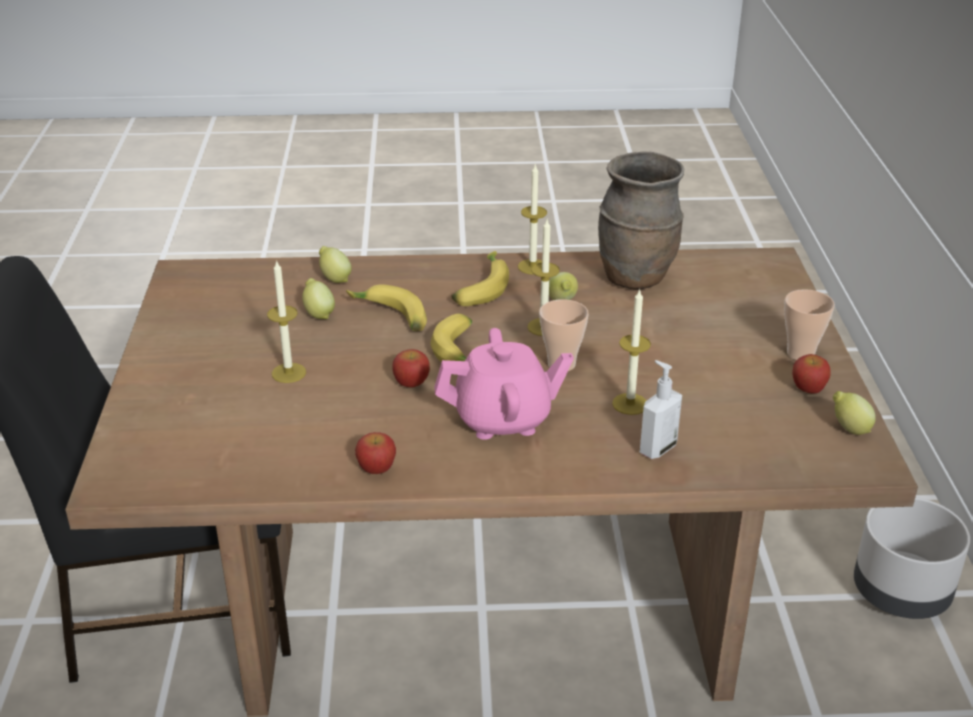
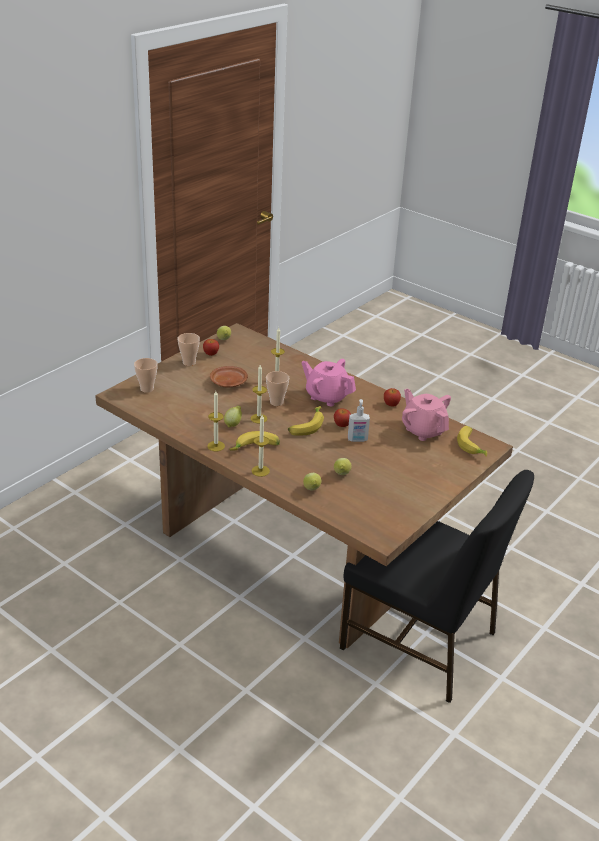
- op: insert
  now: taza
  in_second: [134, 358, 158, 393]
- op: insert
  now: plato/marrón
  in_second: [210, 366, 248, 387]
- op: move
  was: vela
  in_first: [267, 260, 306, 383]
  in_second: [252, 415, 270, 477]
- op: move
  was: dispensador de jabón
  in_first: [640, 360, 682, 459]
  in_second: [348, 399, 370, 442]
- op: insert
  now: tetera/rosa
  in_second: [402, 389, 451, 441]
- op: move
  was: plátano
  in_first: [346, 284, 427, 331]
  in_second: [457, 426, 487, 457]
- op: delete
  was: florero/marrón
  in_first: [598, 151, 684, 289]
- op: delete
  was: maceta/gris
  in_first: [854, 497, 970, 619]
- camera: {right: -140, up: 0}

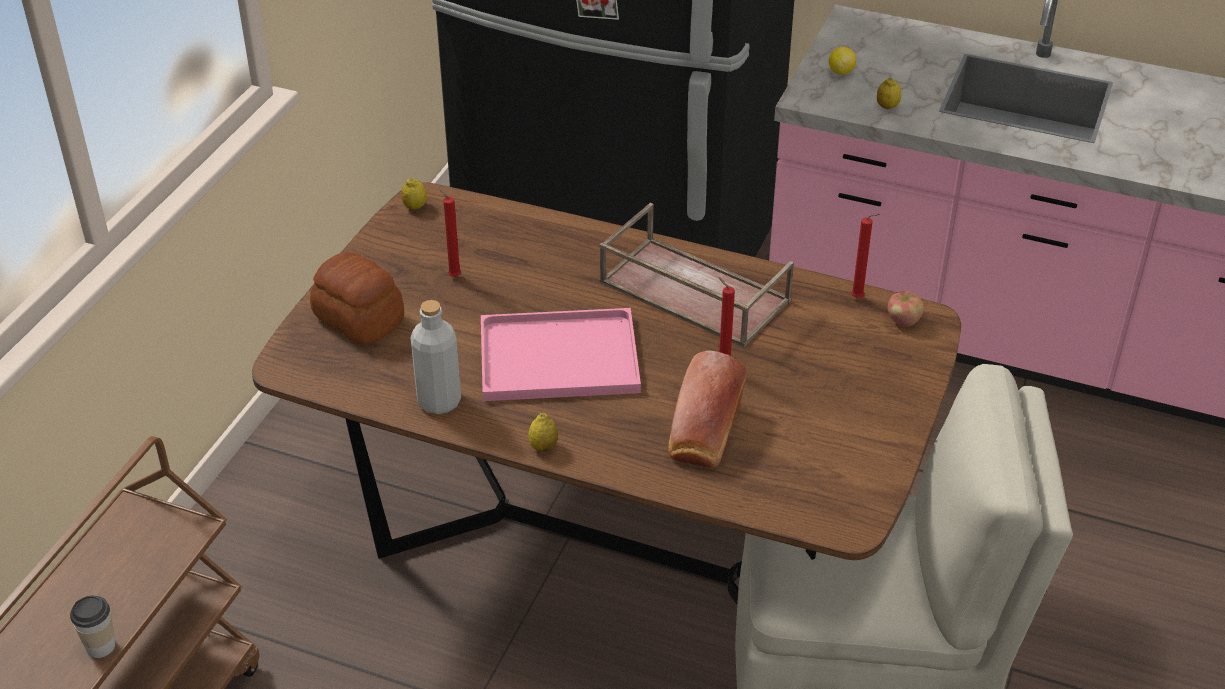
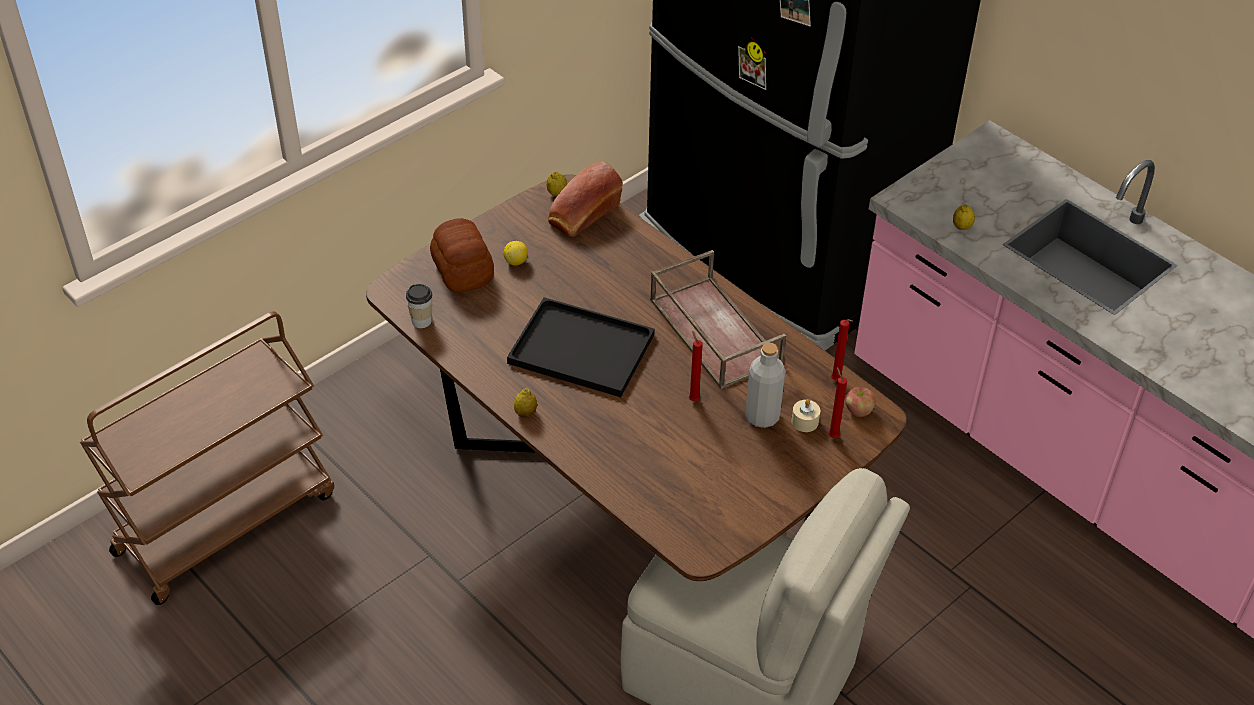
- op: move
  was: taza
  in_first: [70, 595, 116, 658]
  in_second: [406, 284, 432, 328]
- op: move
  was: limón
  in_first: [829, 47, 856, 75]
  in_second: [504, 241, 528, 265]
- op: recolor
  was: bandeja/rosa
  now: bandeja/negro
  in_first: [481, 308, 641, 401]
  in_second: [507, 297, 654, 397]
- op: move
  was: pan
  in_first: [668, 351, 747, 468]
  in_second: [548, 162, 623, 237]
- op: move
  was: botella/gris
  in_first: [410, 300, 461, 414]
  in_second: [745, 343, 786, 428]
- op: insert
  now: vela/beis
  in_second: [791, 399, 820, 432]
- op: move
  was: vela/rojo
  in_first: [439, 188, 461, 277]
  in_second: [828, 368, 847, 438]
- camera: {right: 25, up: 5}

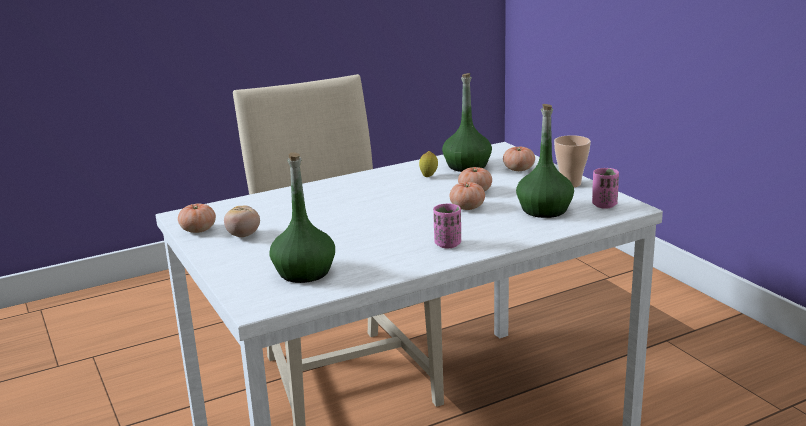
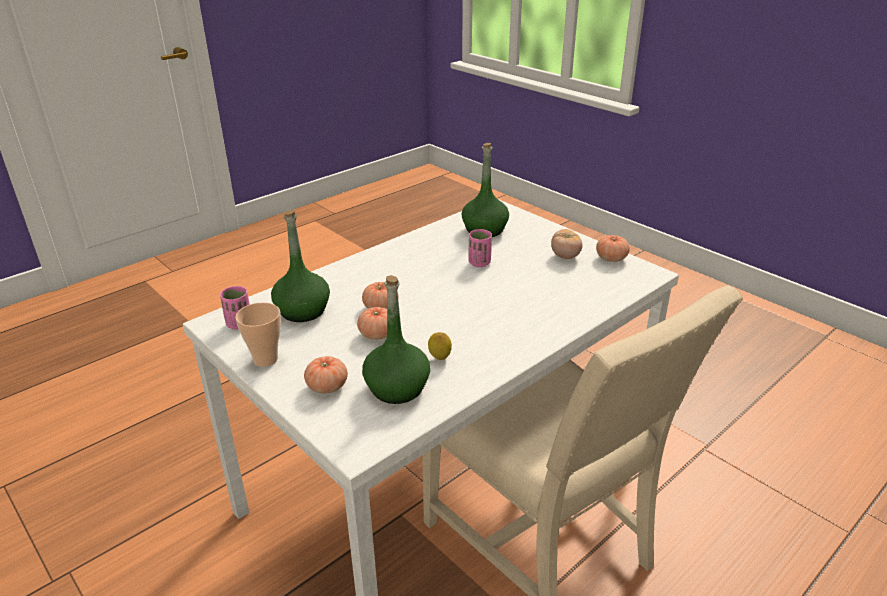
- op: move
  was: taza/rosa
  in_first: [433, 204, 461, 248]
  in_second: [469, 229, 492, 267]
- camera: {right: 165, up: 10}

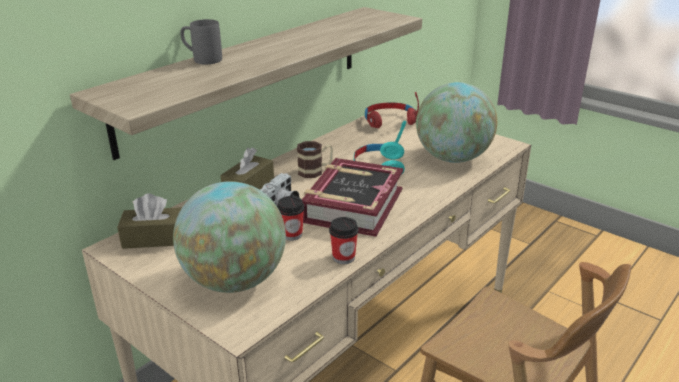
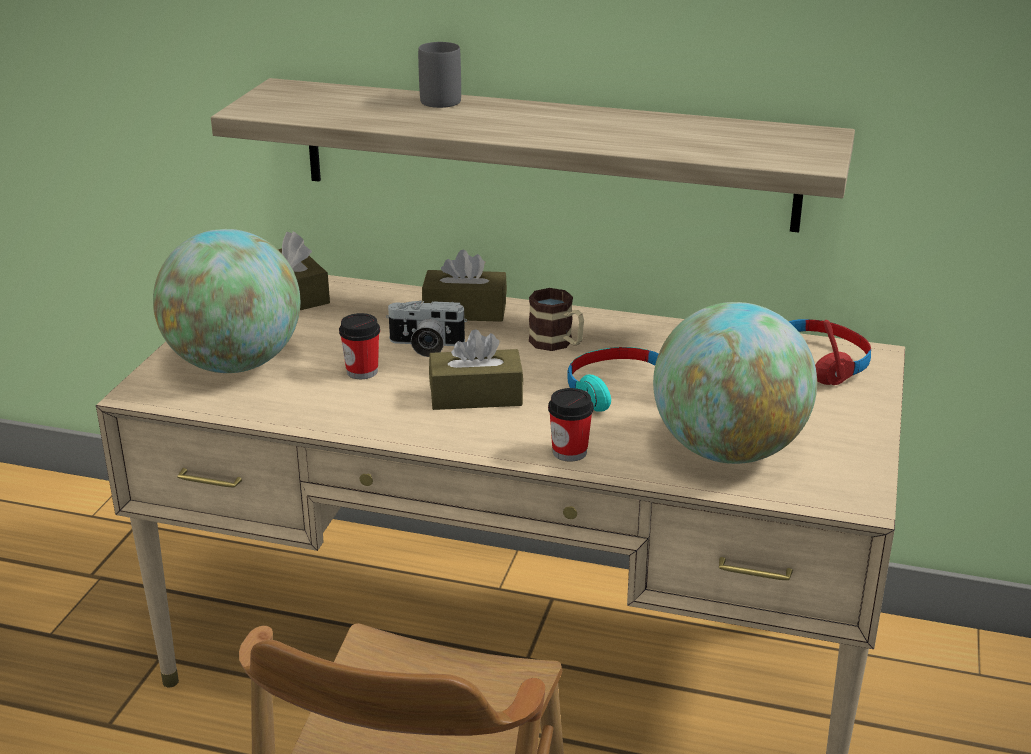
- op: replace
  was: libro
  now: caja de pañuelos/marrón
  in_first: [302, 158, 403, 237]
  in_second: [429, 329, 524, 410]
- op: move
  was: taza
  in_first: [329, 217, 359, 264]
  in_second: [548, 388, 594, 462]
- camera: {right: 65, up: 0}

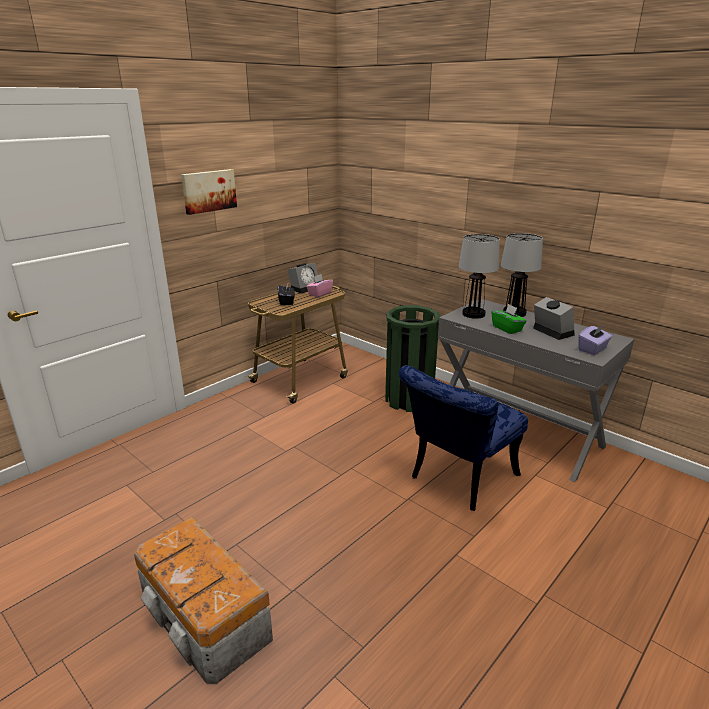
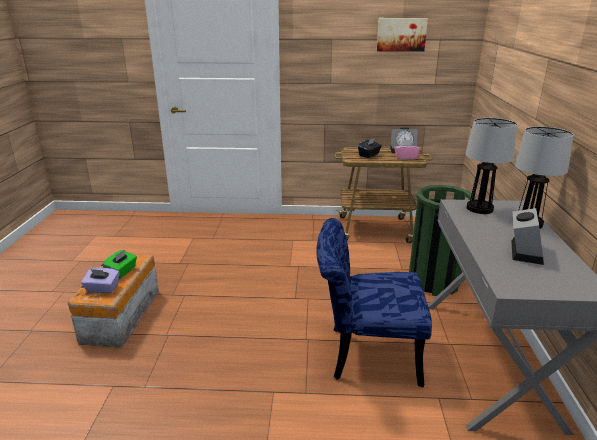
- op: move
  was: caja de pañuelos/morado
  in_first: [578, 325, 612, 355]
  in_second: [81, 268, 119, 293]
- op: move
  was: caja de pañuelos/verde
  in_first: [491, 304, 527, 334]
  in_second: [102, 249, 137, 279]
- op: move
  was: cuadro
  in_first: [181, 169, 237, 215]
  in_second: [377, 18, 428, 52]
- camera: {right: 50, up: 0}

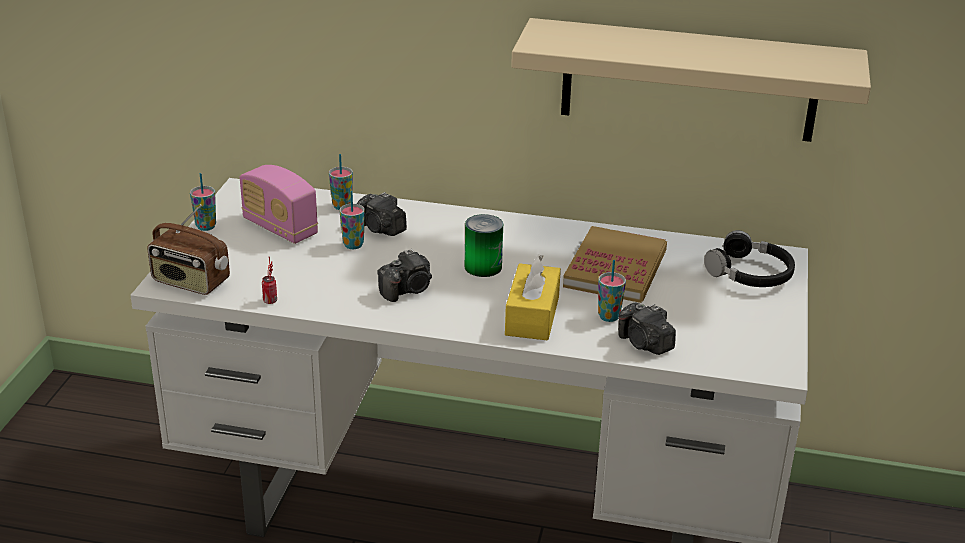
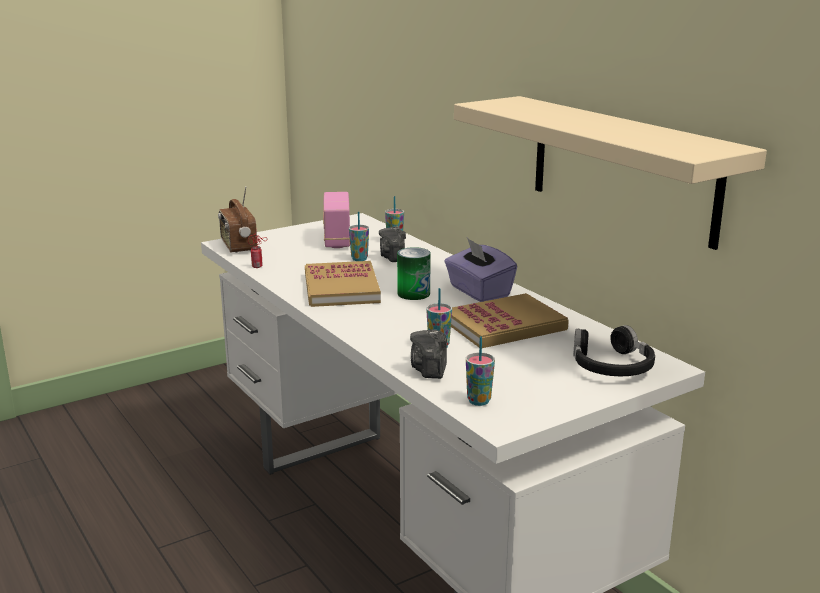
- op: replace
  was: cámara
  now: libro
  in_first: [377, 249, 432, 302]
  in_second: [305, 261, 381, 307]
- op: insert
  now: caja de pañuelos/morado
  in_second: [444, 238, 517, 302]
- op: move
  was: taza
  in_first: [190, 173, 216, 231]
  in_second: [466, 336, 495, 406]
- op: delete
  was: caja de pañuelos/amarillo
  in_first: [505, 254, 561, 341]
- camera: {right: 45, up: -10}

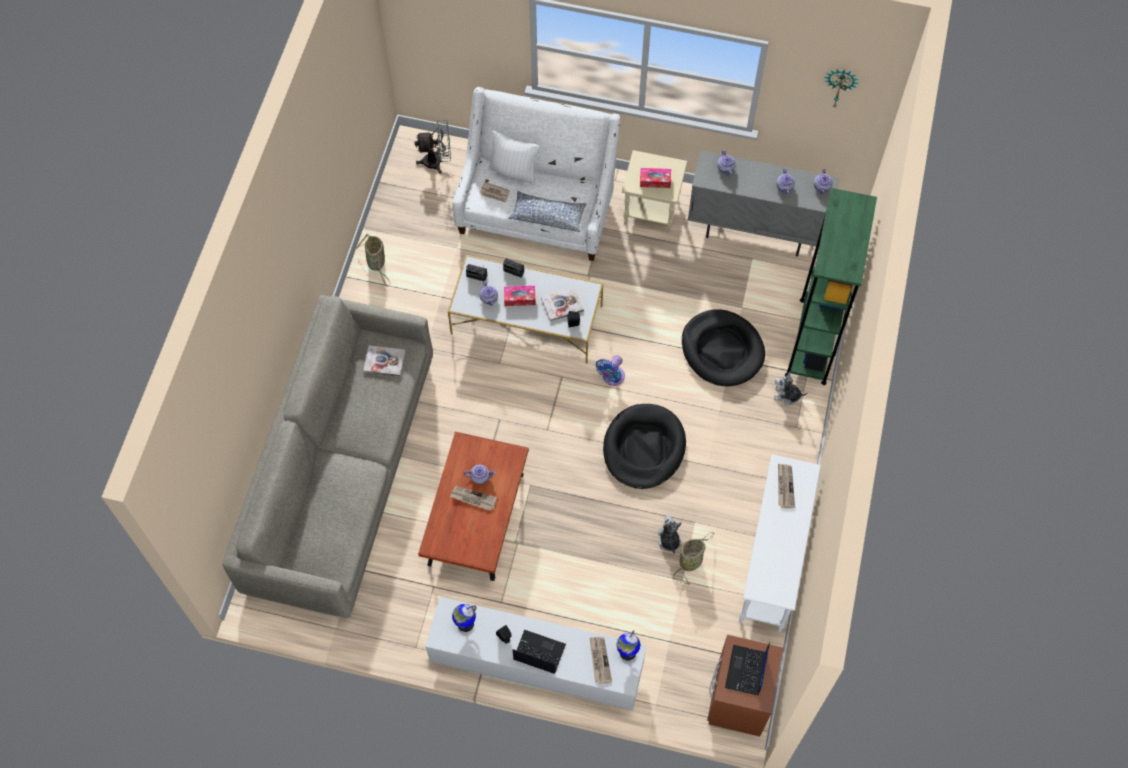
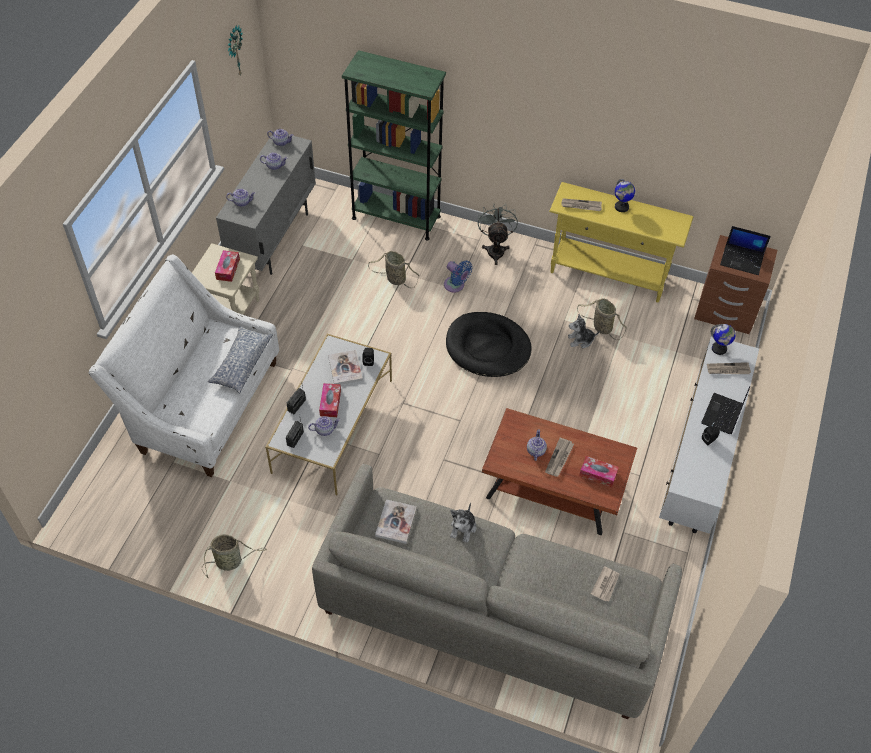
- op: replace
  was: cama para perro/negro
  now: cesta
  in_first: [682, 309, 765, 386]
  in_second: [368, 251, 419, 288]
- op: move
  was: ventilador/azul
  in_first: [596, 355, 625, 386]
  in_second: [444, 261, 472, 293]
- op: move
  was: peluche
  in_first: [774, 371, 807, 405]
  in_second: [450, 503, 476, 542]
- op: move
  was: ventilador/gris
  in_first: [414, 120, 451, 174]
  in_second: [478, 204, 518, 265]
- op: recolor
  was: mesa consola/blanco
  now: mesa consola/amarillo
  in_first: [739, 455, 821, 632]
  in_second: [549, 182, 694, 303]
- op: insert
  now: caja de pañuelos
  in_second: [579, 456, 619, 487]
- op: move
  was: periódico
  in_first: [479, 182, 510, 203]
  in_second: [591, 566, 619, 601]
- op: move
  was: globo terráqueo
  in_first: [452, 604, 477, 632]
  in_second: [615, 179, 635, 212]
- op: delete
  was: cojín/blanco
  in_first: [488, 131, 540, 185]
- camera: {right: -85, up: -10}

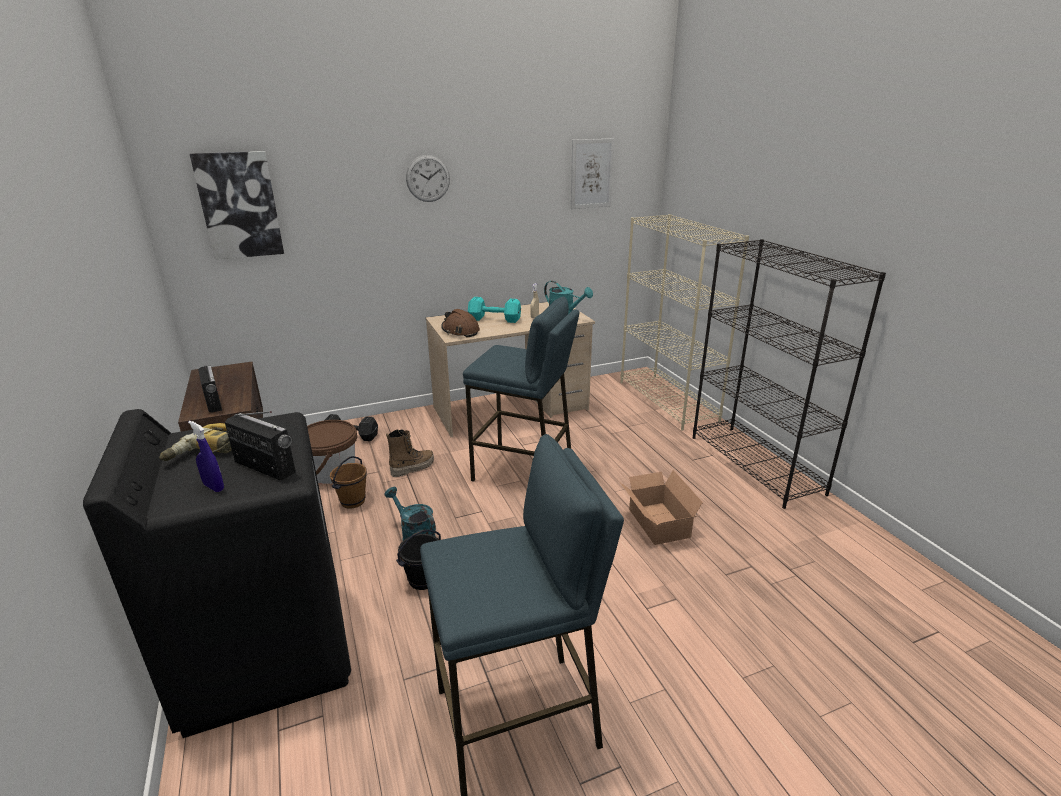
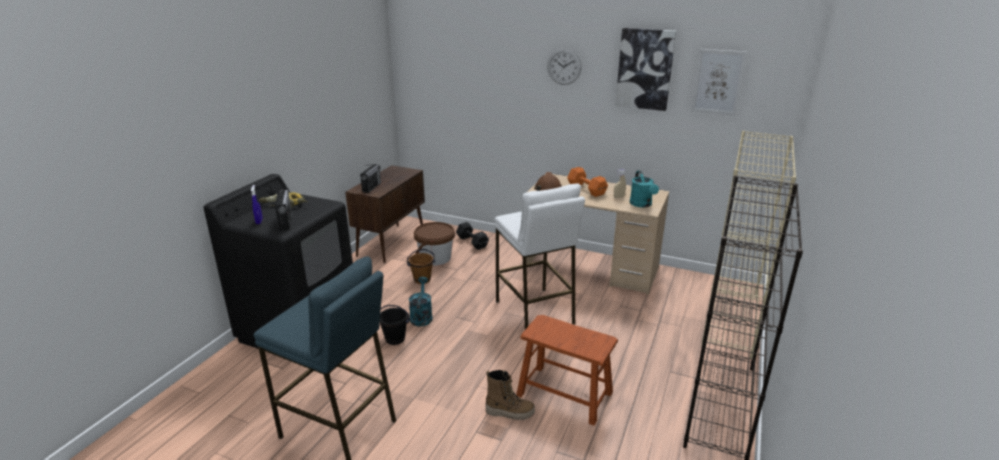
- op: move
  was: bota
  in_first: [386, 429, 434, 477]
  in_second: [485, 370, 535, 420]
- op: recolor
  was: taburete/azul
  now: taburete/blanco
  in_first: [463, 296, 579, 482]
  in_second: [494, 183, 585, 329]
- op: replace
  was: caja de cartón
  now: taburete/marrón
  in_first: [620, 470, 703, 545]
  in_second: [517, 315, 618, 426]
- op: recolor
  was: mancuerna/turquesa
  now: mancuerna/naranja
  in_first: [468, 297, 521, 323]
  in_second: [567, 167, 608, 197]
- op: move
  was: cuadro
  in_first: [190, 151, 284, 260]
  in_second: [615, 28, 676, 111]
- camera: {right: 45, up: 0}

